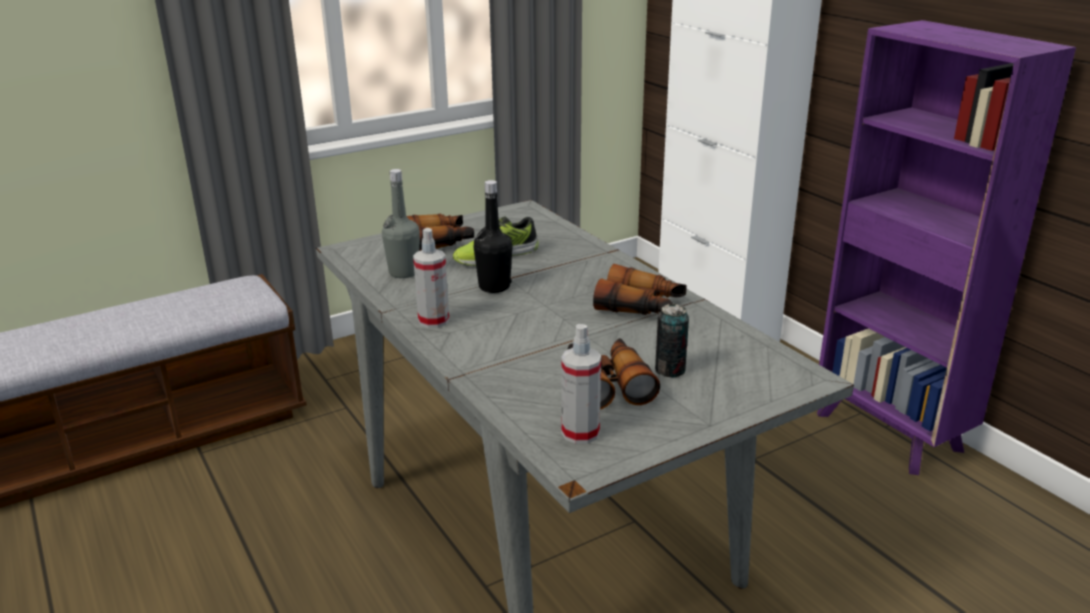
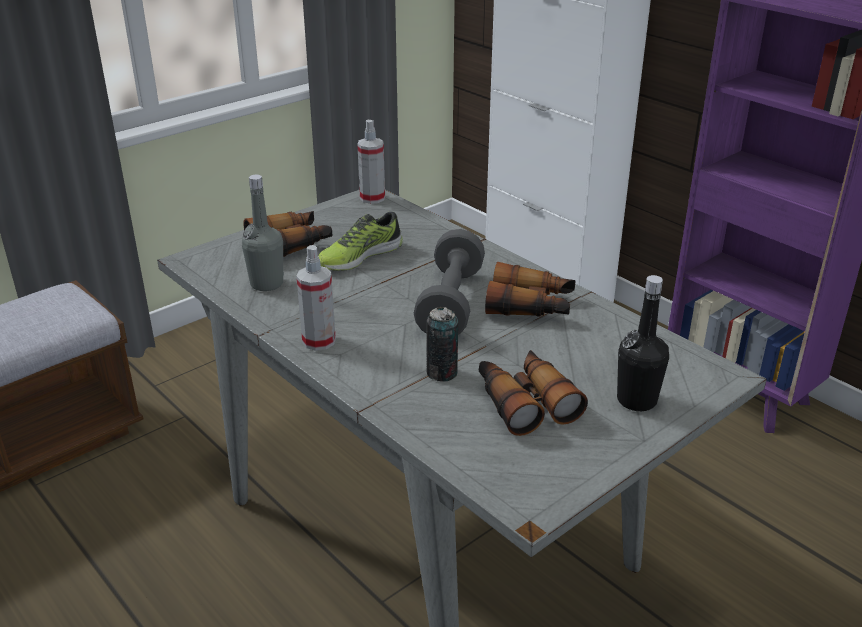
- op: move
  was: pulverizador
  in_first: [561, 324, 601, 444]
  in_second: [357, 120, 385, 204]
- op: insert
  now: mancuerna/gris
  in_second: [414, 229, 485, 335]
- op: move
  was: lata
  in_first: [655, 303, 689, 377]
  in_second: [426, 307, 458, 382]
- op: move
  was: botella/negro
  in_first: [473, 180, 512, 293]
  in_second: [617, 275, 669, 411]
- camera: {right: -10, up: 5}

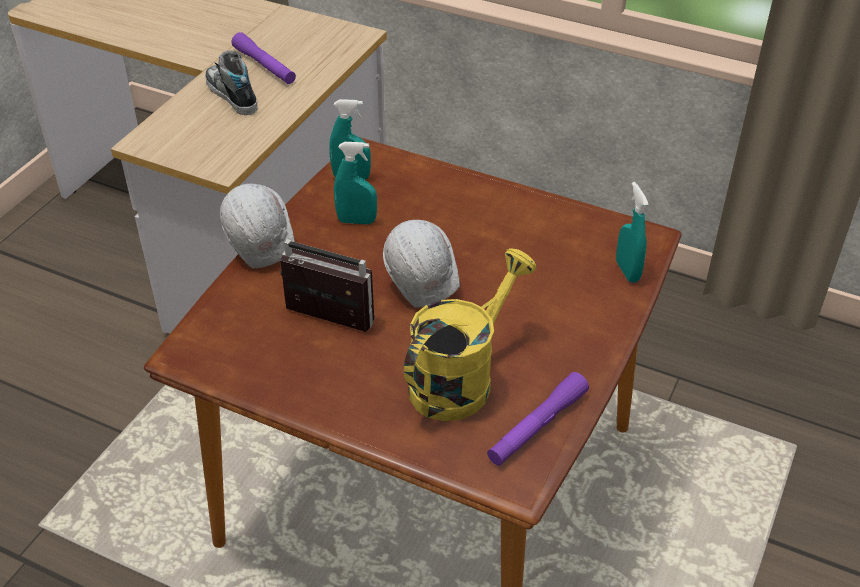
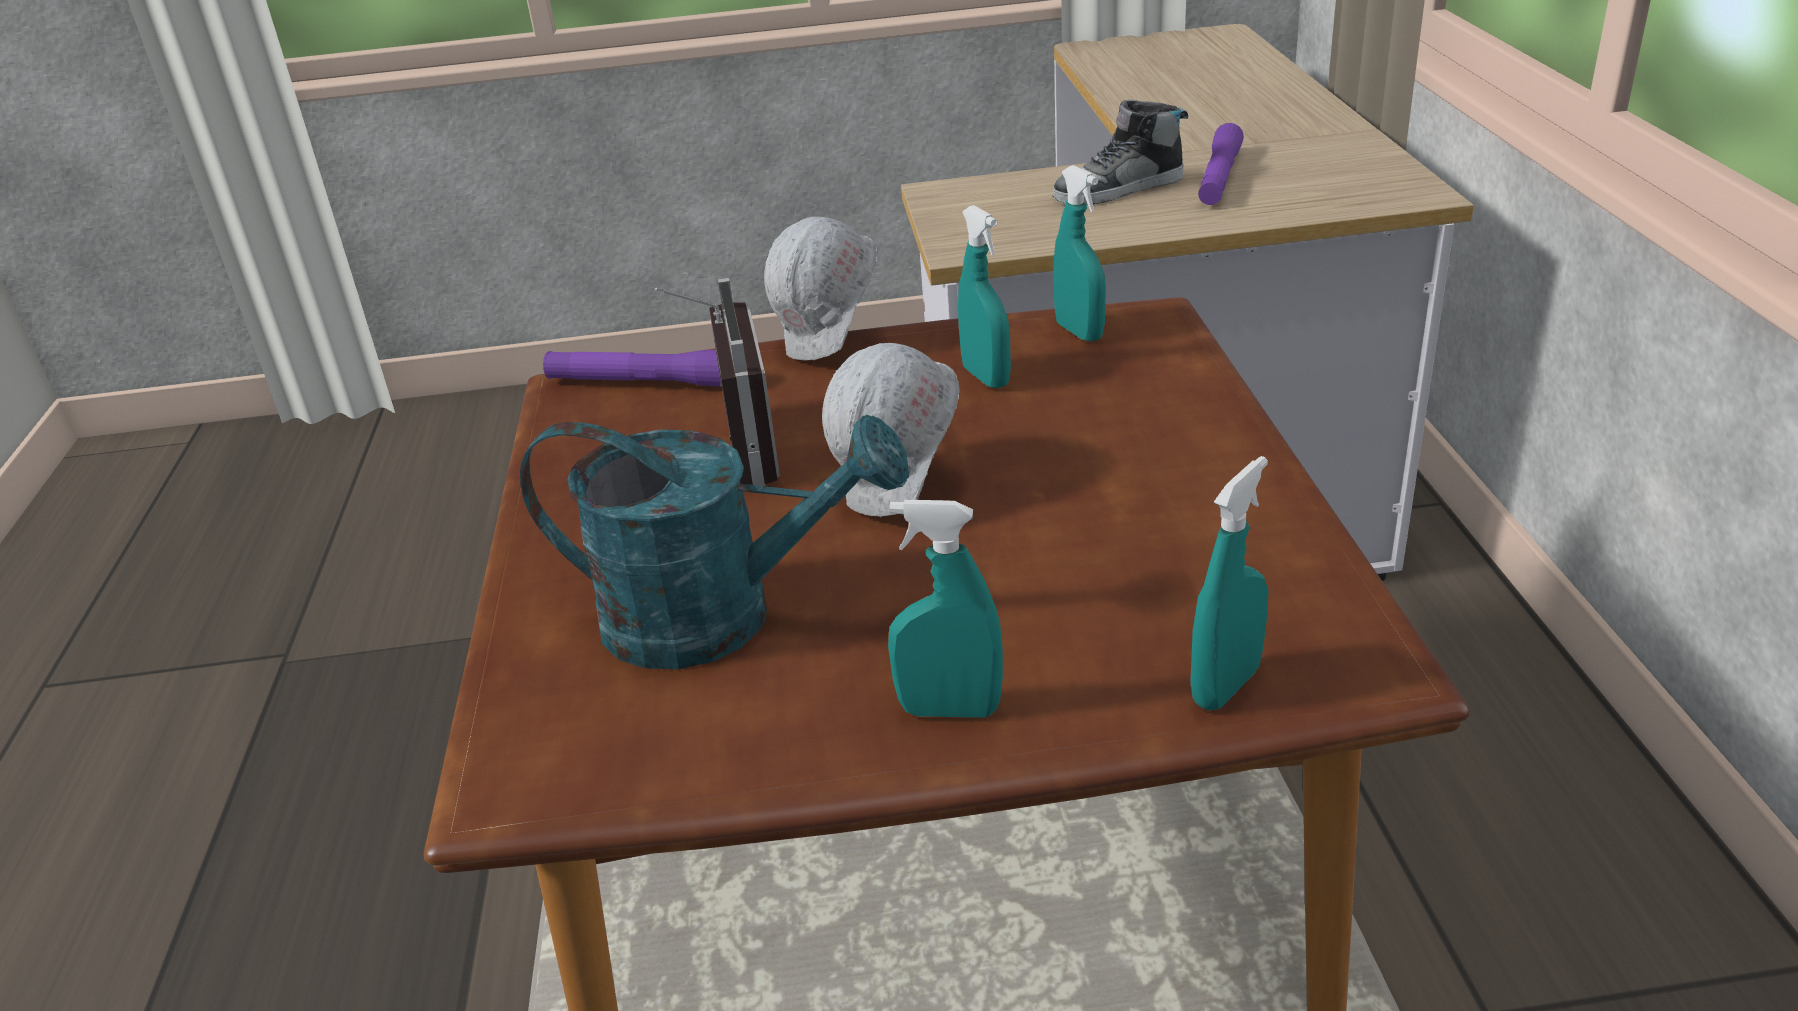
- op: recolor
  was: regadera/amarillo
  now: regadera/turquesa
  in_first: [404, 248, 536, 421]
  in_second: [520, 415, 909, 669]
- op: move
  was: linterna/morado
  in_first: [487, 372, 589, 466]
  in_second: [543, 350, 721, 387]
- op: insert
  now: pulverizador/turquesa
  in_second: [888, 500, 1003, 718]
- op: rotate
  was: zapato
  in_first: [205, 51, 258, 115]
  in_second: [1053, 100, 1188, 205]
  clockwise: -135
- camera: {right: 60, up: -10}

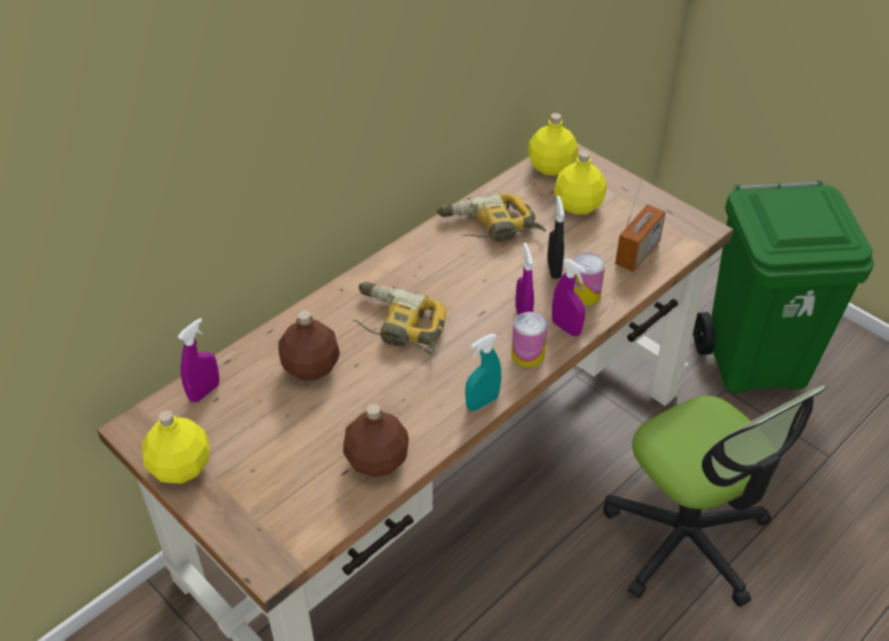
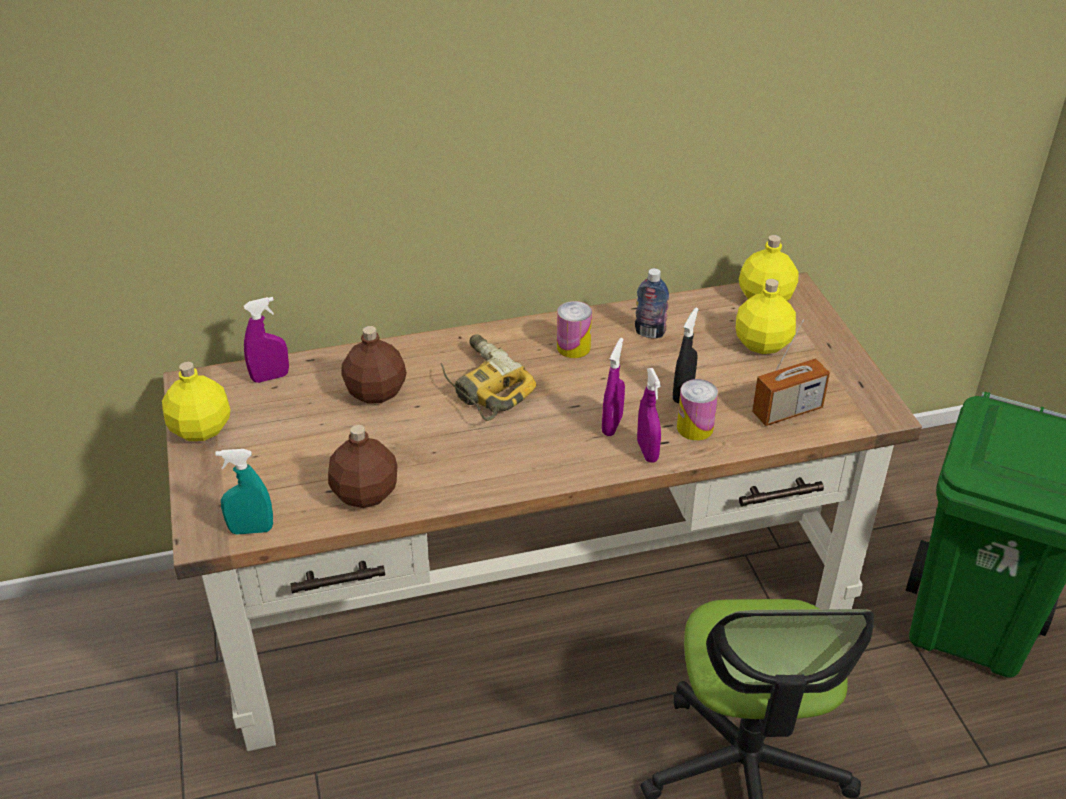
- op: move
  was: pulverizador/turquesa
  in_first: [465, 334, 501, 411]
  in_second: [216, 449, 273, 535]
- op: move
  was: lata
  in_first: [511, 312, 548, 367]
  in_second: [557, 301, 592, 358]
- op: replace
  was: taladro
  now: botella
  in_first: [437, 193, 546, 243]
  in_second: [635, 268, 669, 338]
- camera: {right: 30, up: -5}

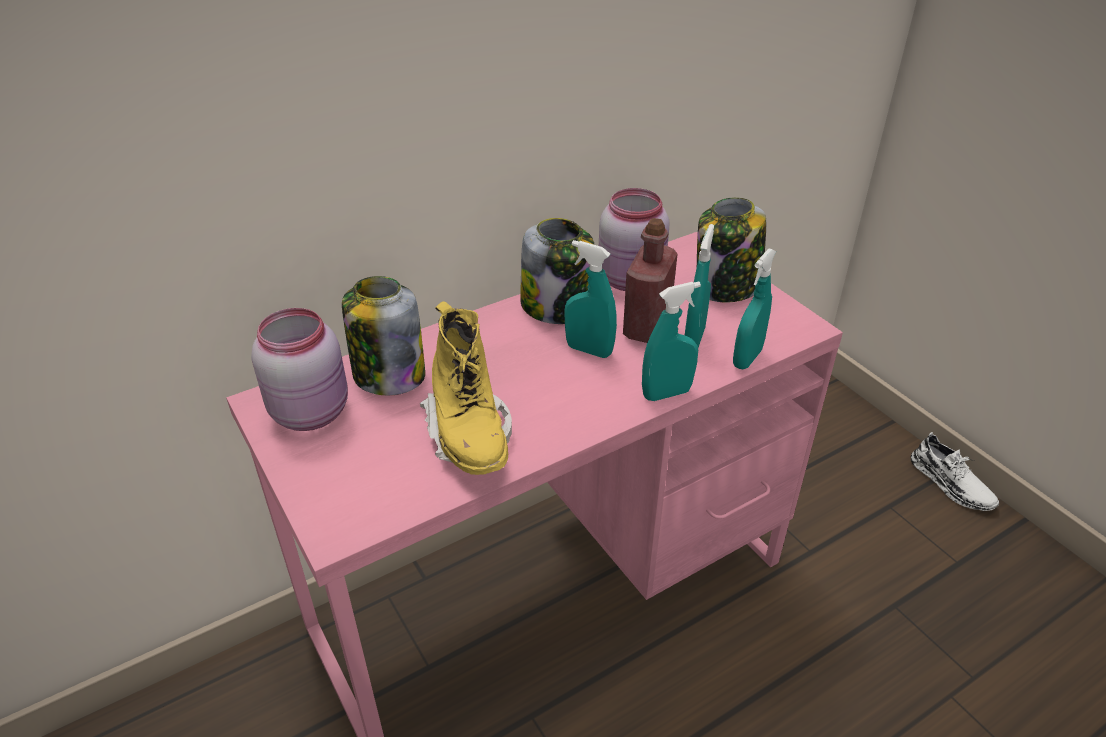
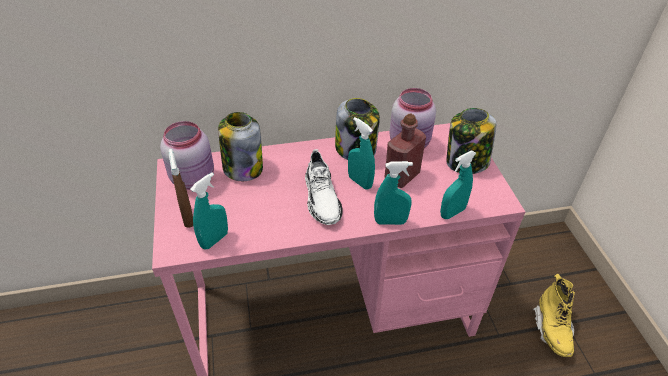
- op: insert
  now: pulverizador/marrón
  in_second: [169, 149, 193, 228]
- op: move
  was: pulverizador/turquesa
  in_first: [685, 224, 714, 348]
  in_second: [190, 173, 228, 249]
- op: move
  was: zapato/blanco
  in_first: [911, 432, 999, 511]
  in_second: [305, 149, 343, 225]
- op: move
  was: bota/amarillo
  in_first: [420, 301, 512, 475]
  in_second: [533, 274, 575, 357]
- camera: {right: 20, up: 5}

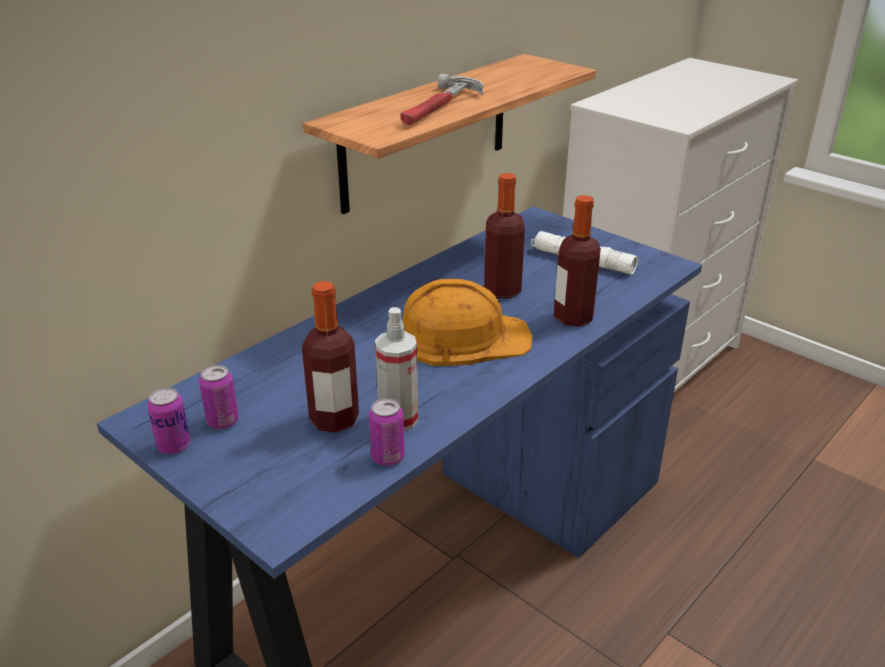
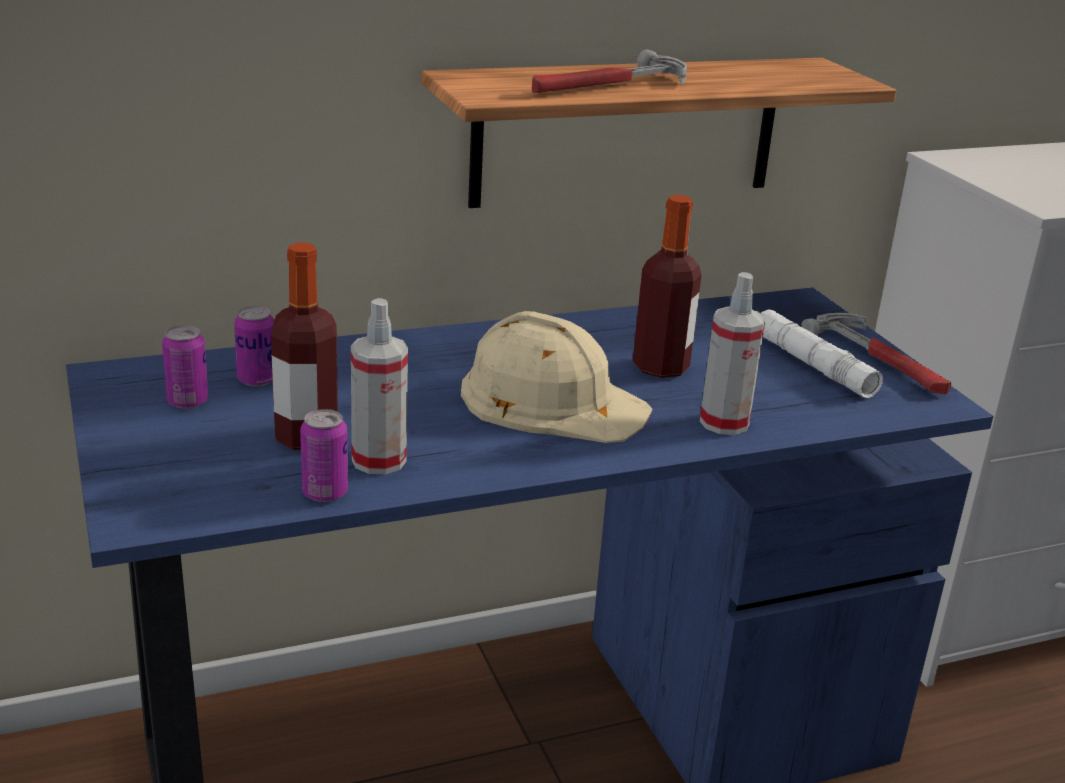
- op: move
  was: lata
  in_first: [147, 388, 191, 454]
  in_second: [234, 306, 274, 387]
- op: recolor
  was: casco/naranja
  now: casco/beis
  in_first: [402, 279, 533, 366]
  in_second: [461, 311, 652, 443]
- op: replace
  was: botella
  now: pulverizador
  in_first: [554, 195, 601, 326]
  in_second: [700, 272, 766, 435]
- op: insert
  now: martillo
  in_second: [801, 313, 951, 394]
- camera: {right: 25, up: -5}

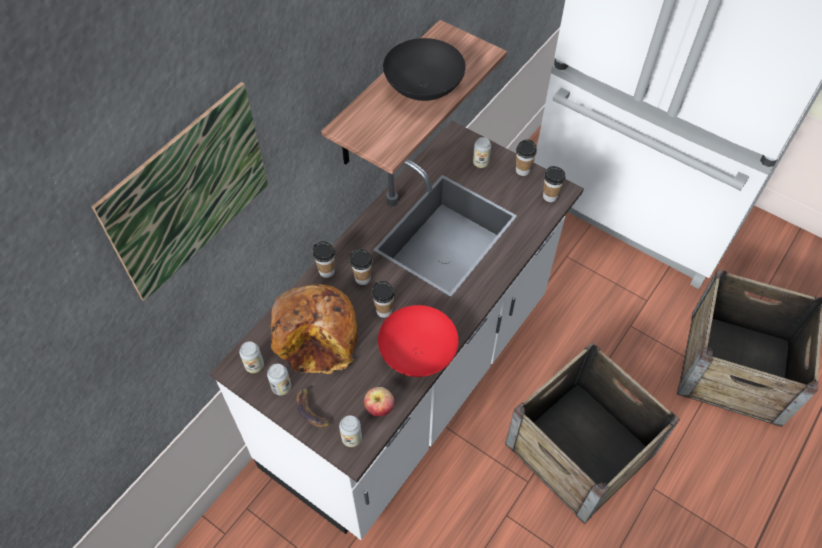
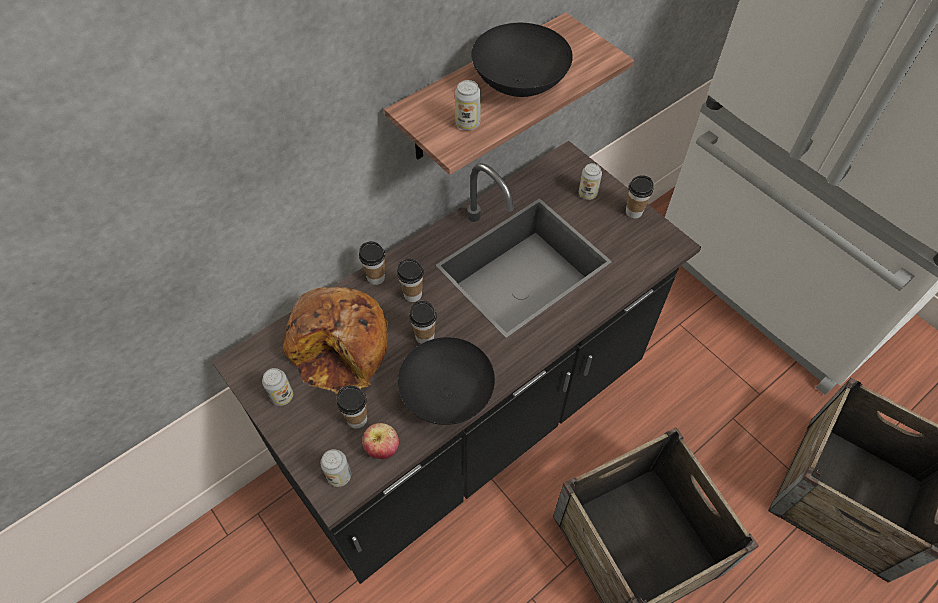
- op: recolor
  was: mueble bajo de cocina/blanco
  now: mueble bajo de cocina/negro
  in_first: [210, 120, 584, 540]
  in_second: [212, 141, 701, 584]
- op: move
  was: taza
  in_first: [543, 166, 566, 202]
  in_second: [336, 385, 367, 429]
- op: recolor
  was: cuenco/rojo
  now: cuenco/negro
  in_first: [378, 305, 459, 377]
  in_second: [398, 337, 495, 425]
- op: move
  was: lata
  in_first: [239, 341, 264, 373]
  in_second: [455, 80, 481, 130]
- op: delete
  was: cuadro
  in_first: [92, 82, 268, 301]
- op: delete
  was: plátano
  in_first: [296, 384, 331, 427]
- camera: {right: 15, up: 0}

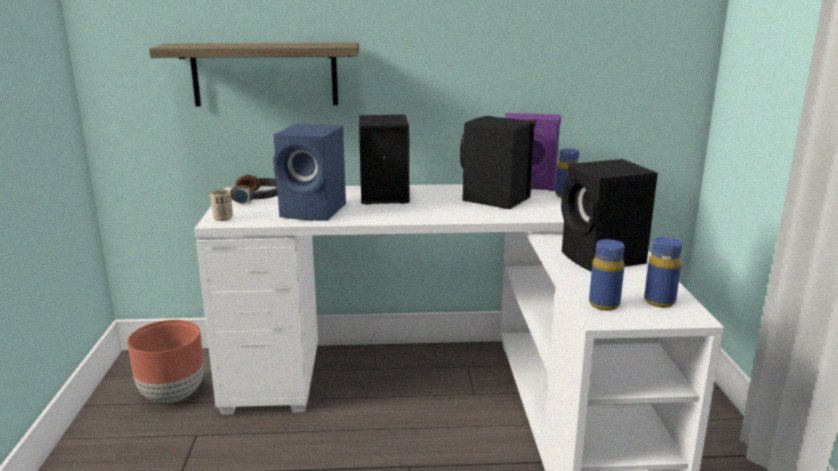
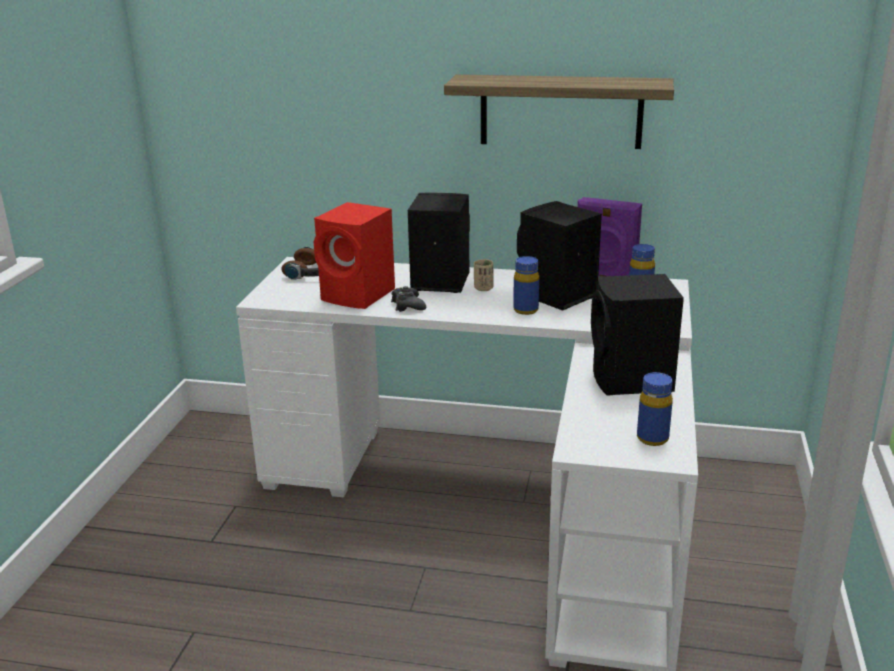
- op: recolor
  was: altavoz/azul
  now: altavoz/rojo
  in_first: [273, 124, 346, 221]
  in_second: [314, 202, 395, 309]
- op: insert
  now: mando de consola/negro
  in_second: [391, 286, 426, 312]
- op: move
  was: estante
  in_first: [149, 43, 359, 106]
  in_second: [444, 75, 674, 149]
- op: move
  was: taza/beis
  in_first: [210, 189, 233, 221]
  in_second: [474, 259, 493, 291]
- op: move
  was: botella/azul
  in_first: [589, 239, 625, 311]
  in_second: [513, 256, 539, 315]
- op: delete
  was: maceta/marrón
  in_first: [127, 320, 204, 403]
- camera: {right: 15, up: 5}

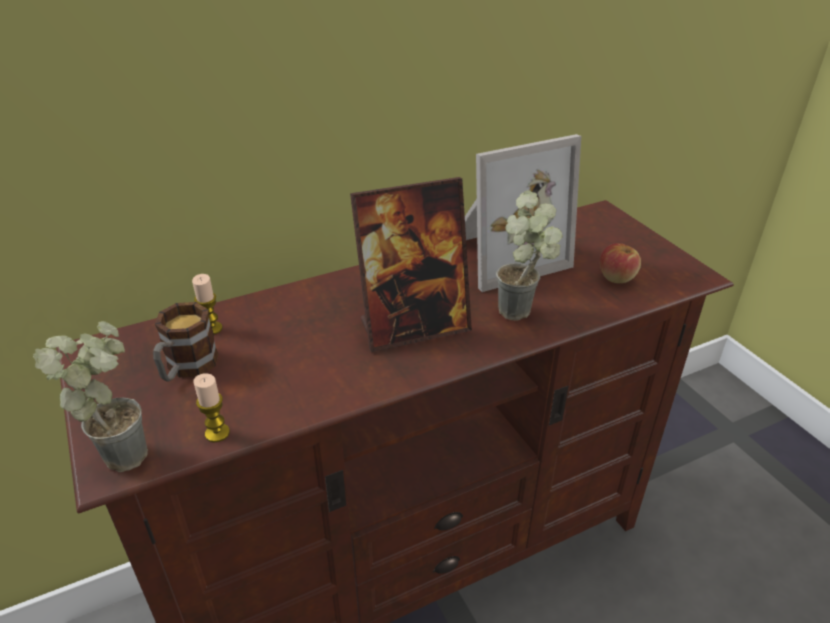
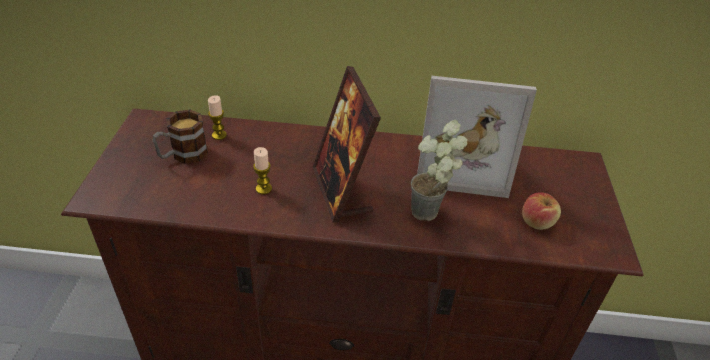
- op: move
  was: vela
  in_first: [193, 373, 230, 442]
  in_second: [253, 147, 272, 194]
- op: rotate
  was: portarretratos
  in_first: [350, 177, 472, 352]
  in_second: [313, 66, 381, 223]
  clockwise: 60
- op: delete
  was: planta en maceta
  in_first: [33, 321, 148, 472]
- camera: {right: 30, up: 5}

